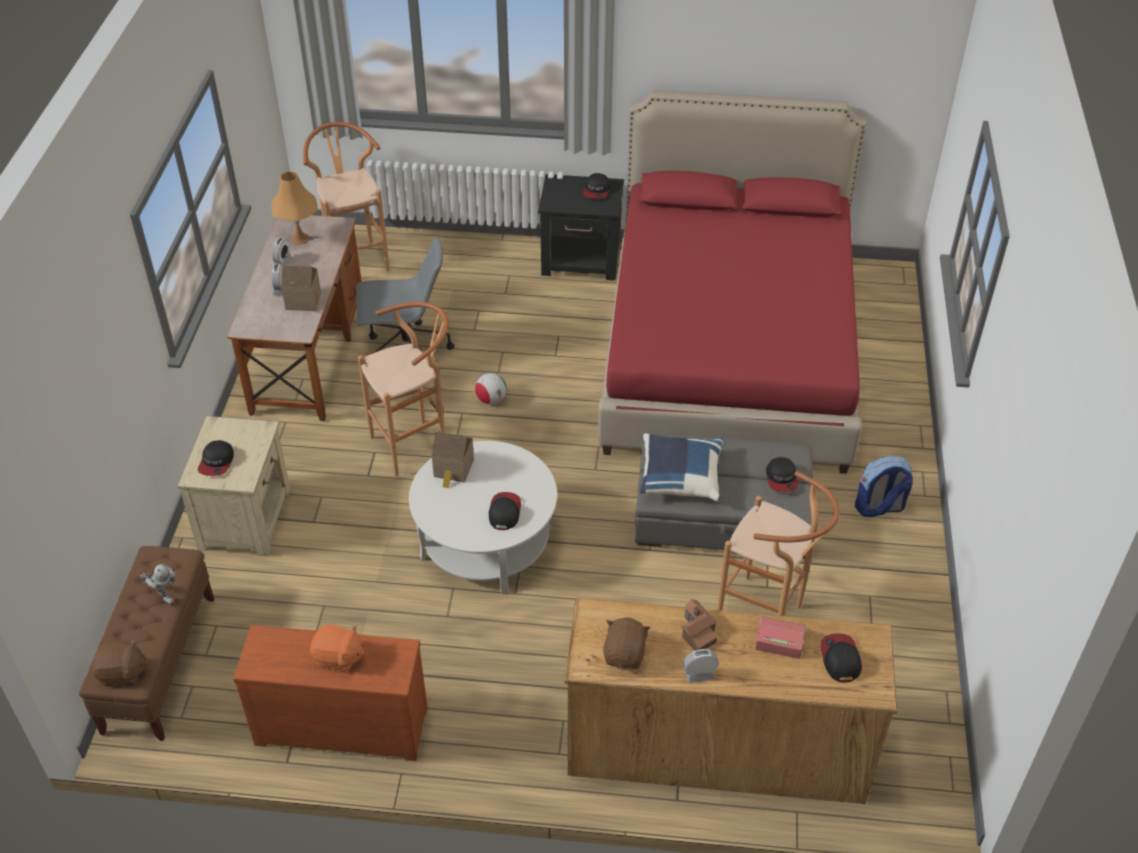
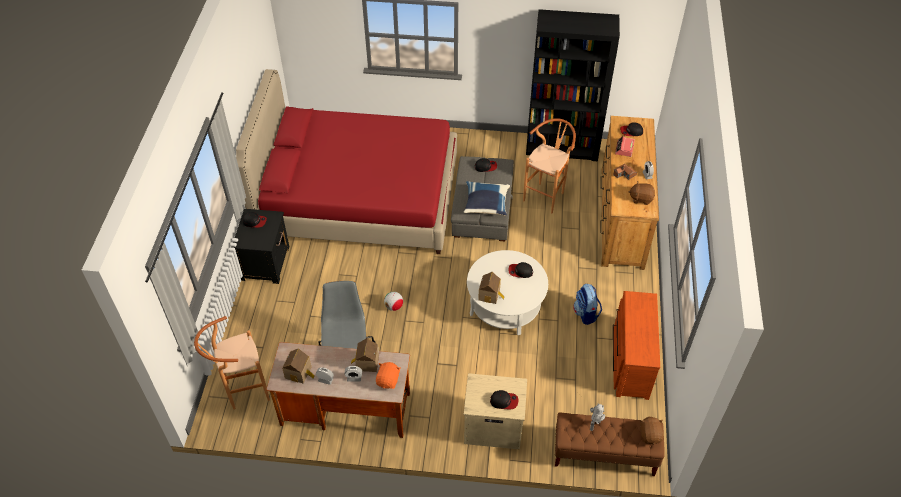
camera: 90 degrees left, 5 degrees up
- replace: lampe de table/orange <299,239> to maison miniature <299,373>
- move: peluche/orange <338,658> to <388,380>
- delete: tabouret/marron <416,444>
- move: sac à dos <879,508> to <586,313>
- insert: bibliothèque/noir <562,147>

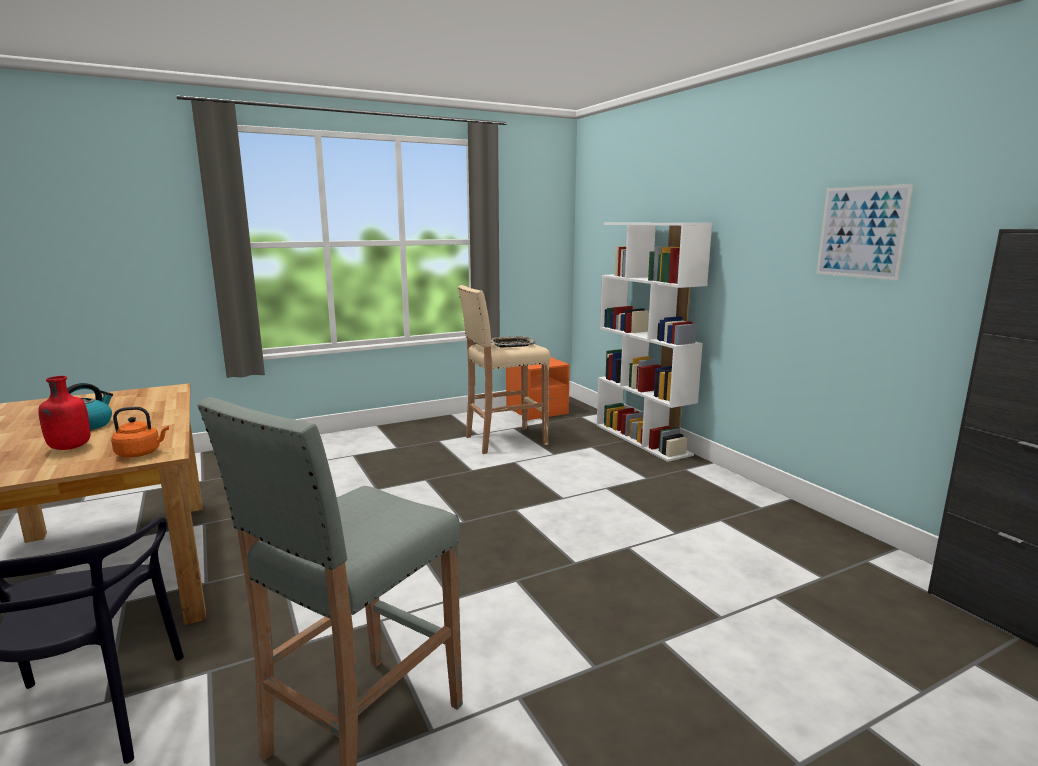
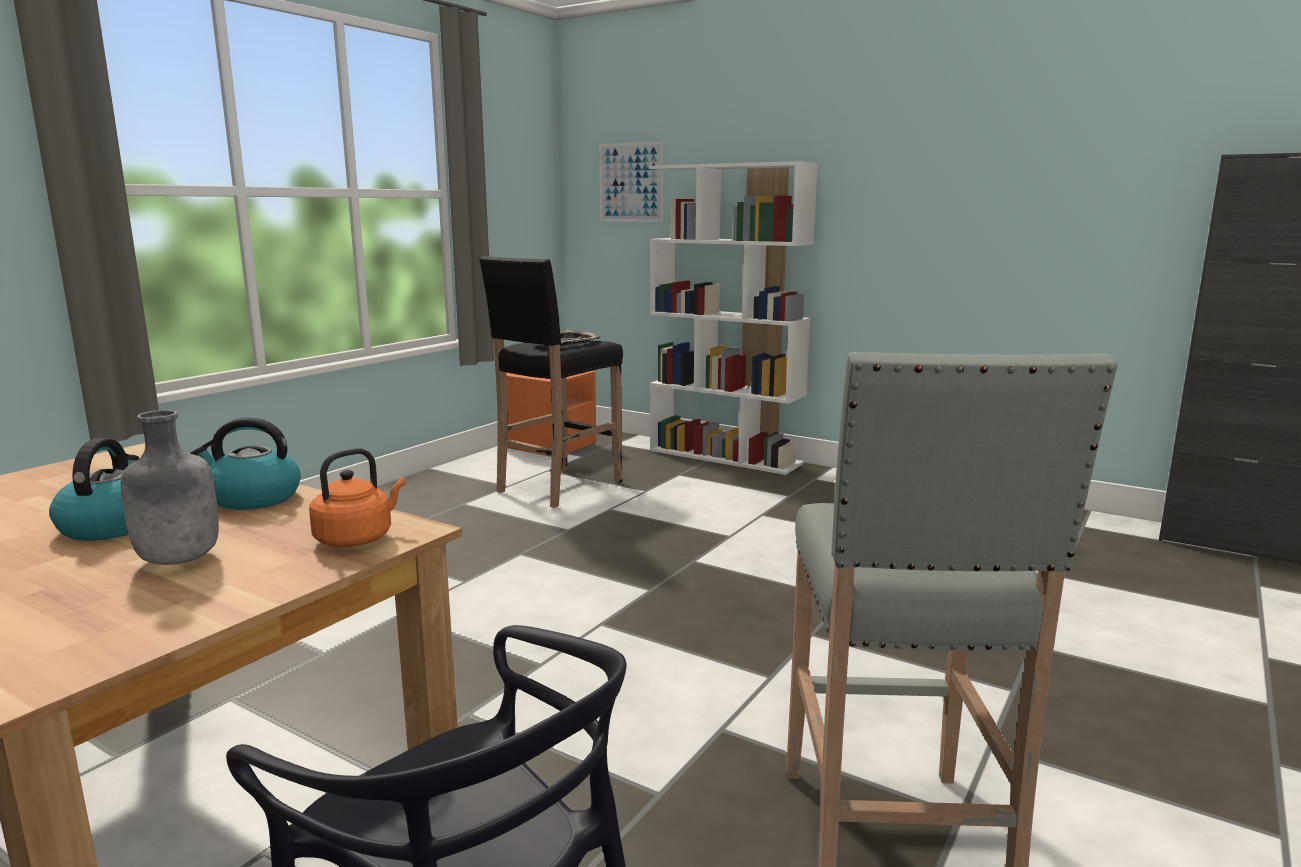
camera: 30 degrees left, 0 degrees up
- recolor: bouteille/rouge <69,448> to bouteille/gris <178,560>
- recolor: tabouret/beige <504,440> to tabouret/noir <557,487>
- move: tableau <861,232> to <631,182>
- insert: bouilloire <253,498>

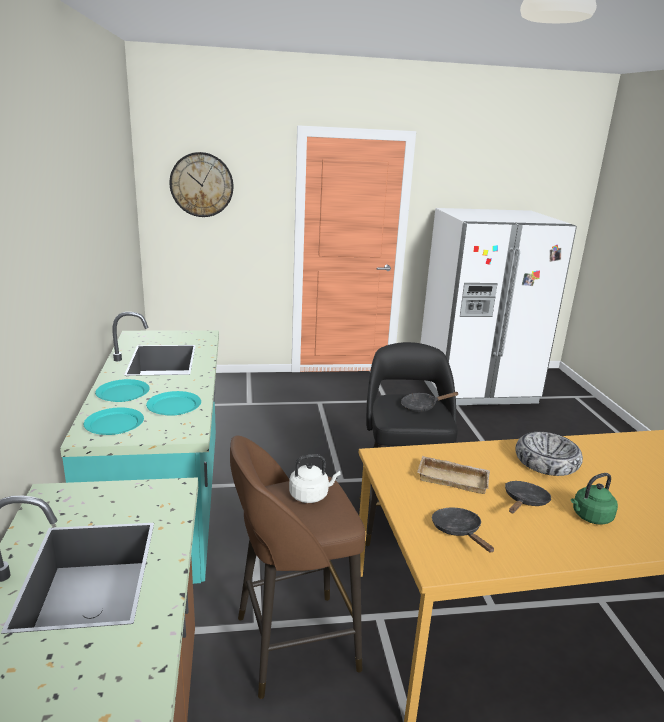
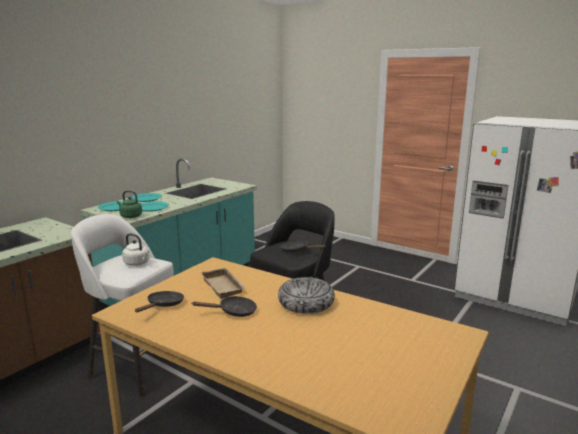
camera: 45 degrees right, 5 degrees down
- delete: horloge murale <201,185>
- recolor: tabouret/marron <292,644> to tabouret/blanc <136,367>
- move: bouilloire/vert <590,517> to <130,216>

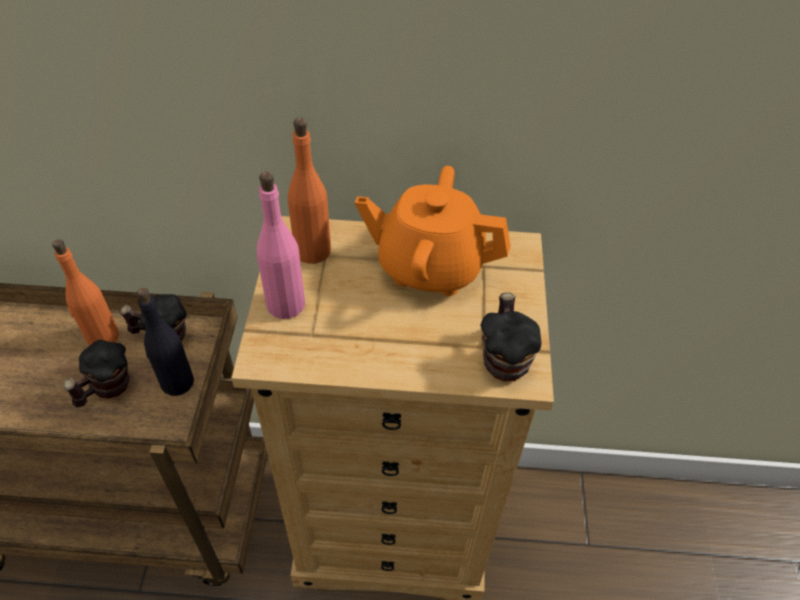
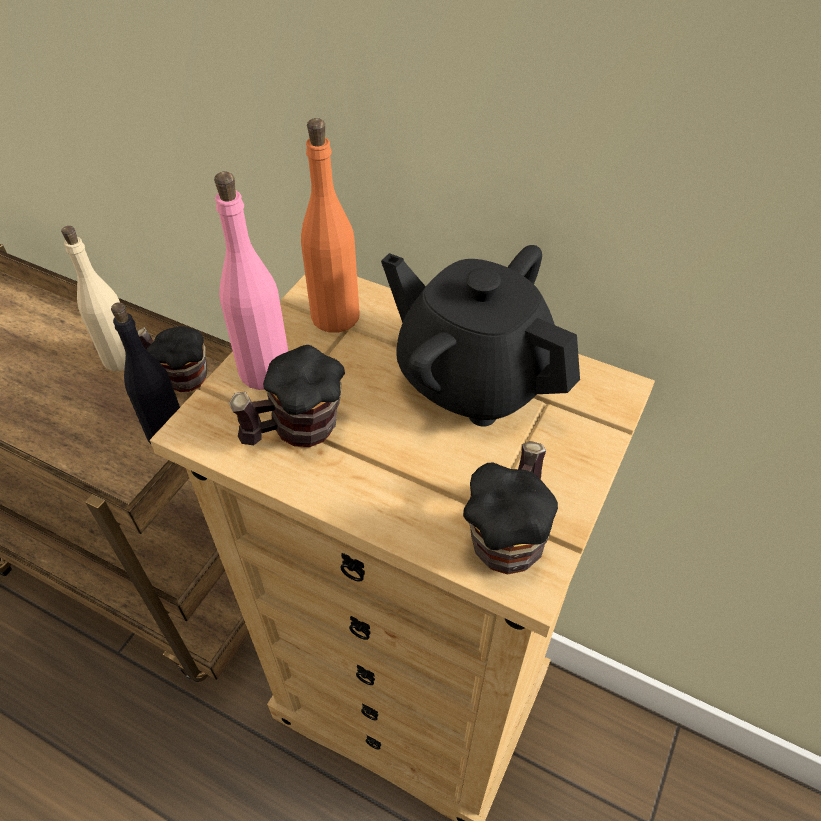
camera: 25 degrees right, 0 degrees up
- recolor: bouteille/orange <102,337> to bouteille/beige <120,358>
- move: mug <106,389> to <296,431>
- recolor: théière/orange <429,266> to théière/noir <472,379>

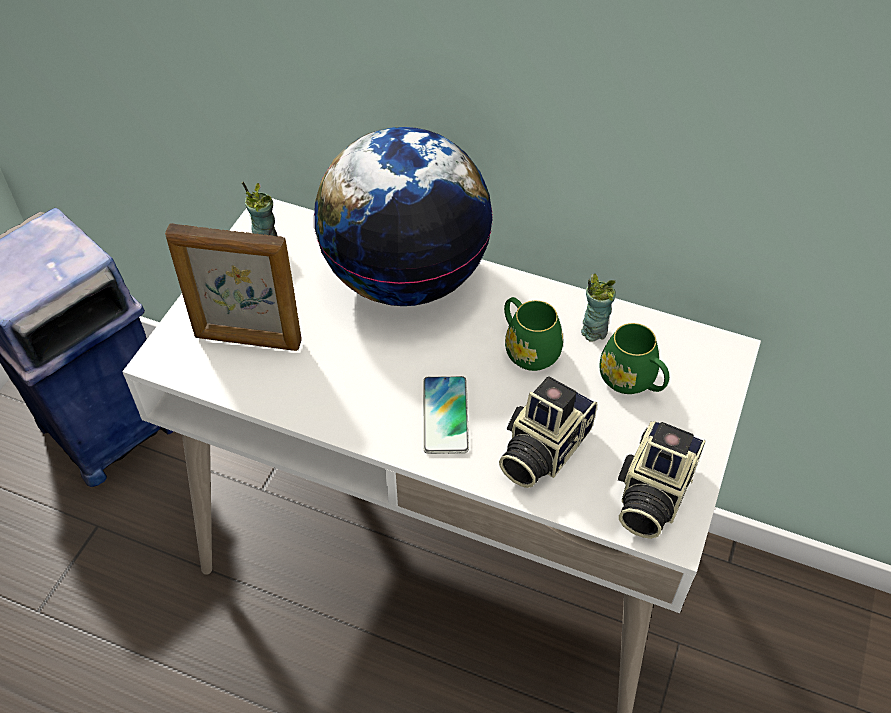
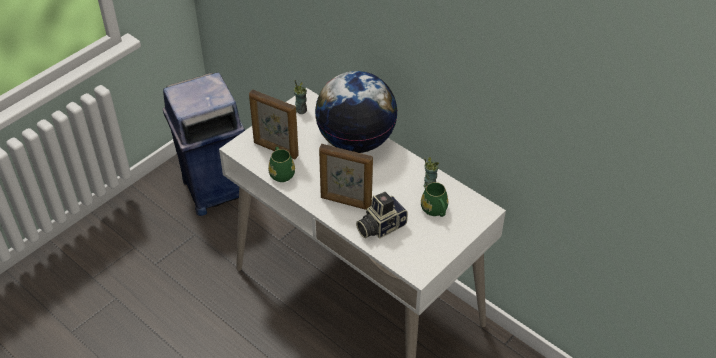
camera: 20 degrees right, 5 degrees down
- replace: téléphone <445,415> to cadre photo <345,202>
- move: mug/vert <527,349> to <281,172>
- delete: appareil photo <651,494>

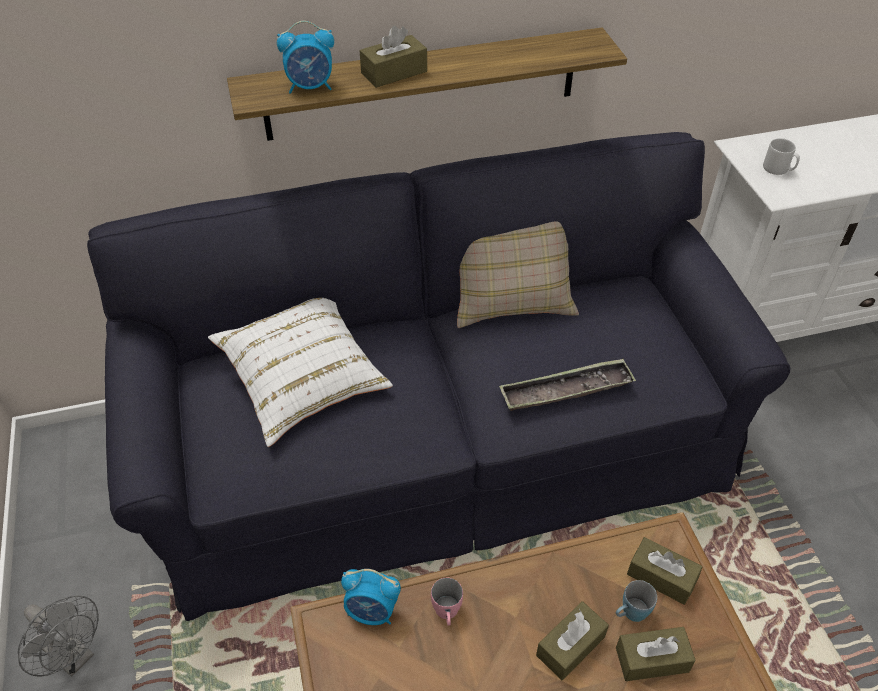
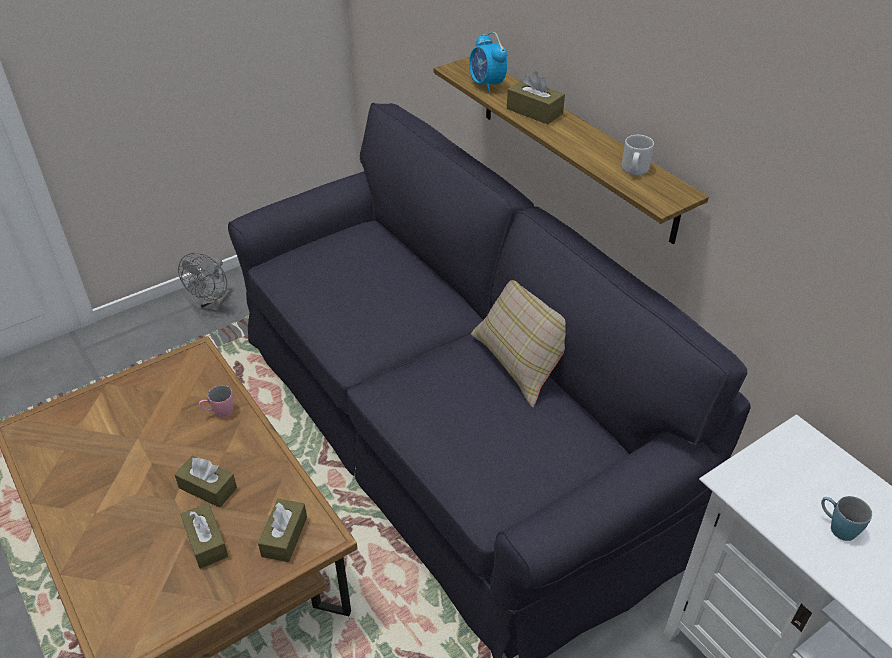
camera: 70 degrees right, 5 degrees down
- delete: coussin/blanc <303,381>
- delete: réveil <372,611>
- delete: plateau <566,390>
- move: mug/bleu <630,614> to <836,527>
- move: mug/gris <778,169> to <634,170>

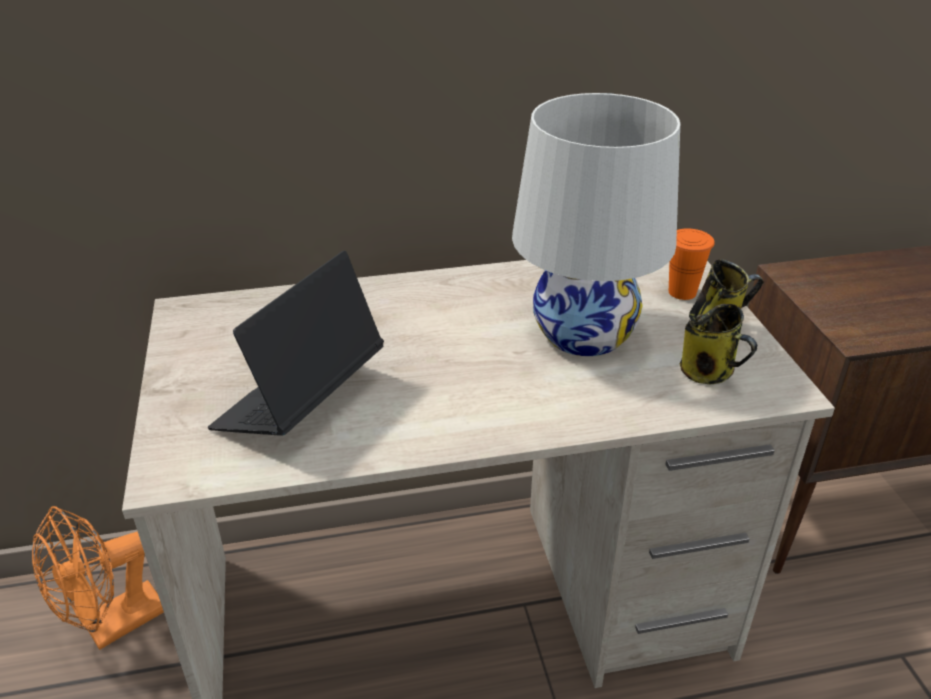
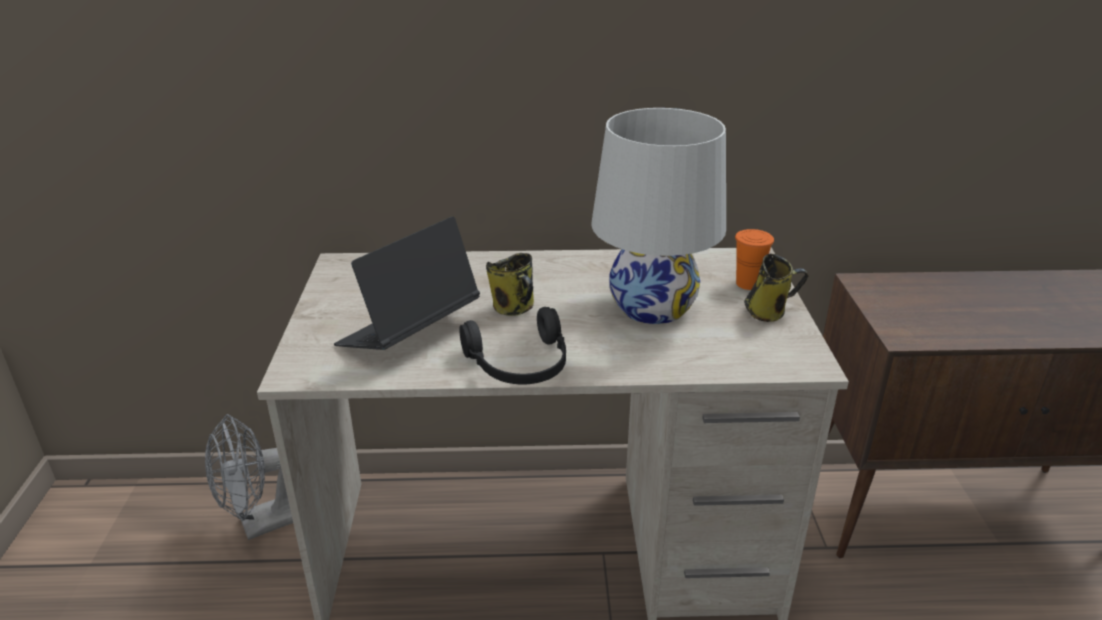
camera: 10 degrees right, 5 degrees down
- recolor: ventilateur/orange <113,626> to ventilateur/gris <263,524>
- move: mug <709,373> to <514,308>
- insert: casque audio/noir <520,365>

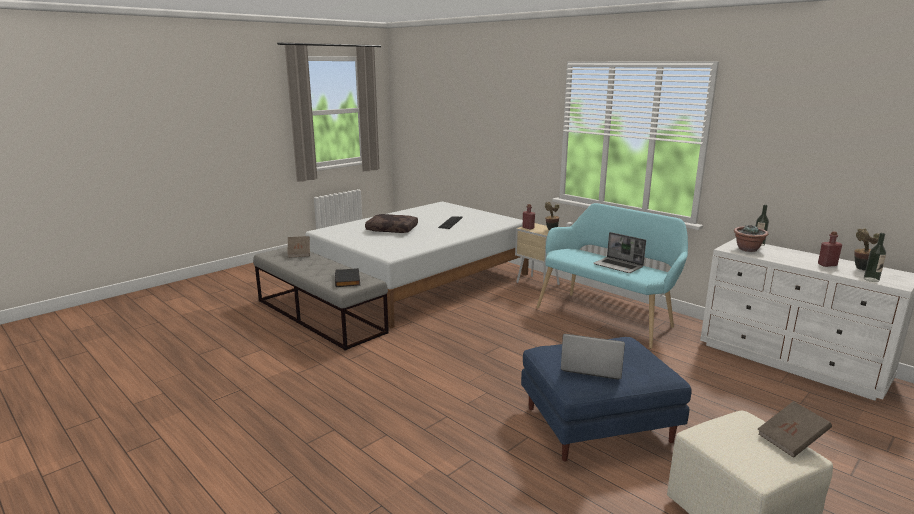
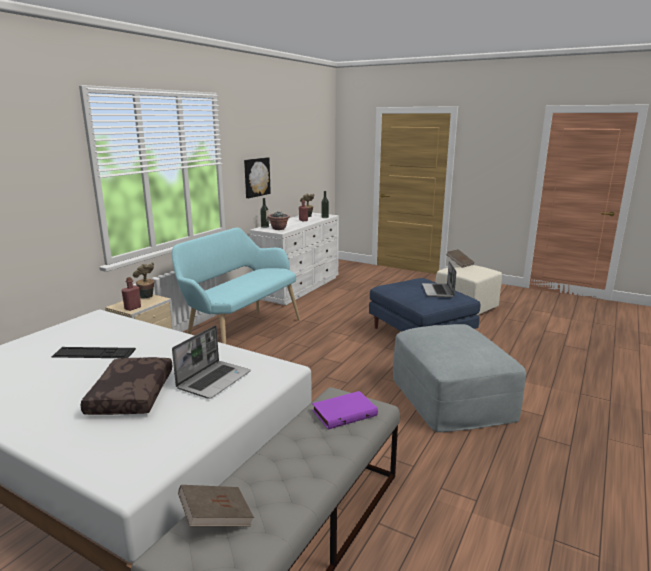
camera: 105 degrees left, 0 degrees up
- recolor: livre/noir <348,280> to livre/violet <344,412>
- move: ordinateur portable <618,266> to <214,380>
- insert: tableau <256,177>
- insert: pouf/gris <451,397>

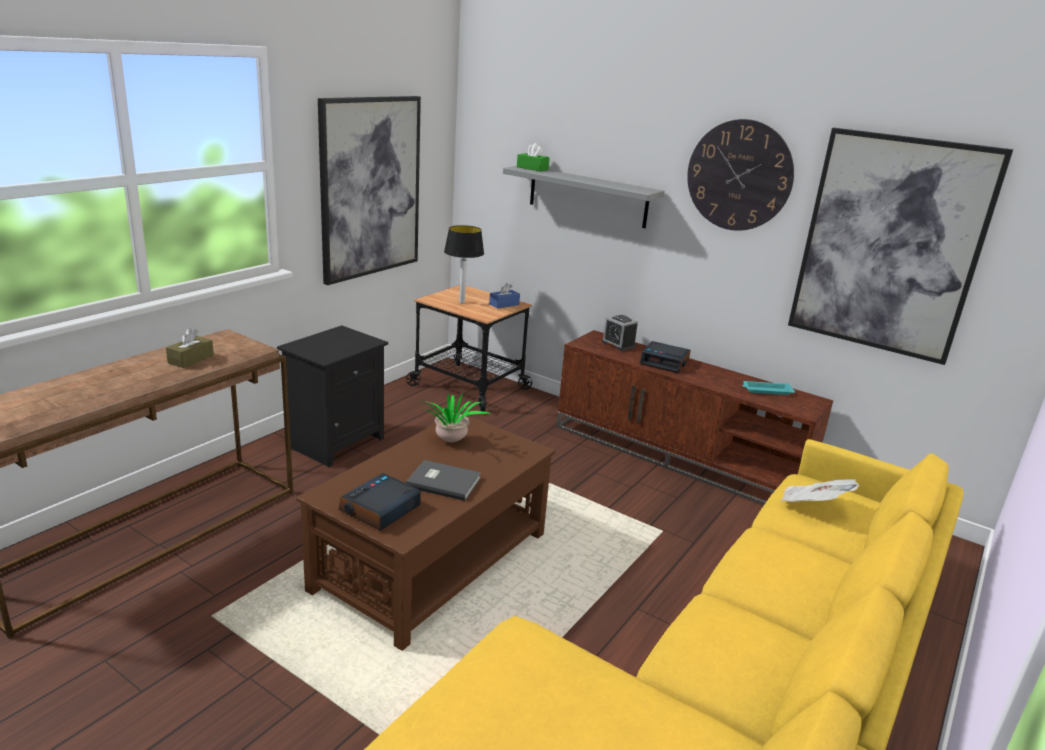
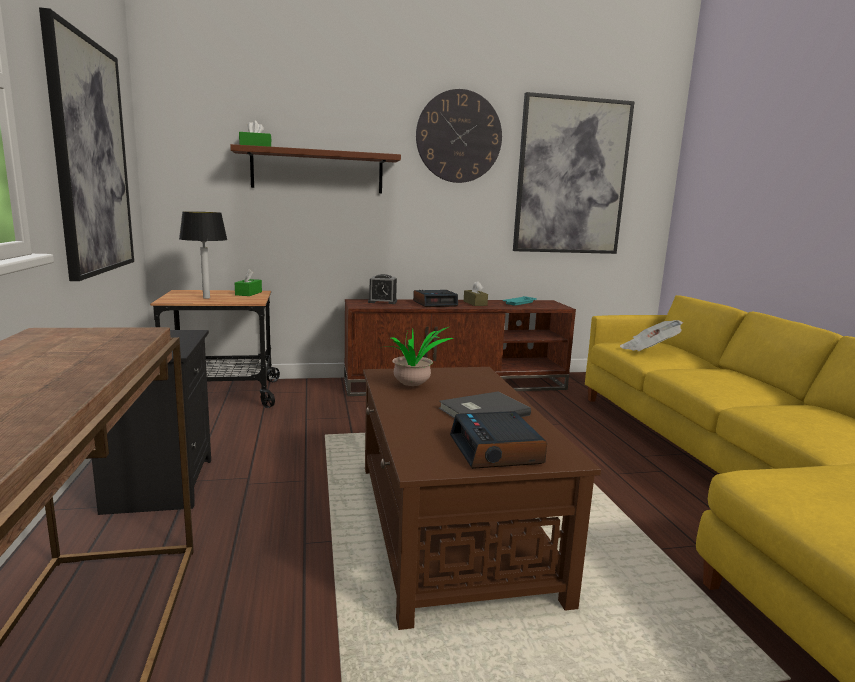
camera: 45 degrees left, 10 degrees down
- move: boîte à mouchoirs/marron <191,359> to <475,303>
- recolor: boîte à mouchoirs/bleu <504,304> to boîte à mouchoirs/vert <248,293>
- recolor: étagère/gris <587,196> to étagère/marron <317,171>

